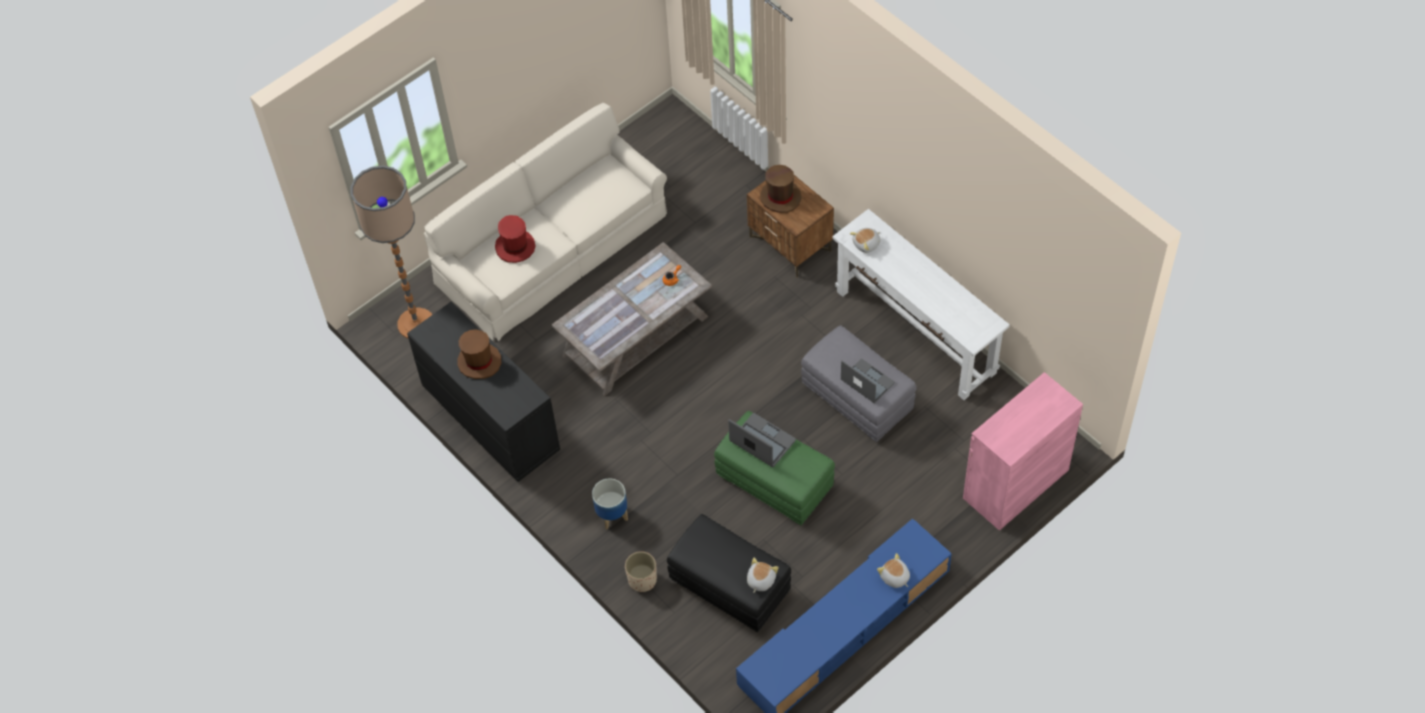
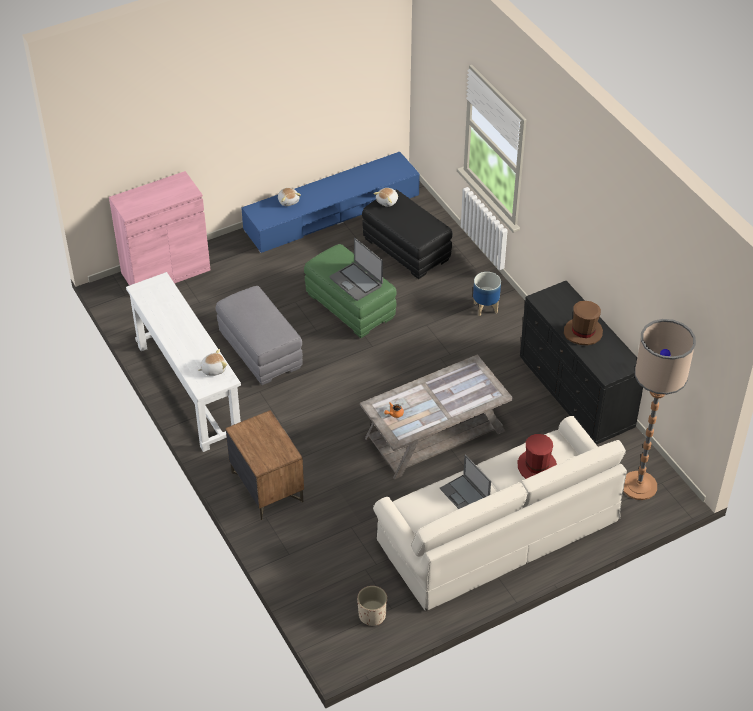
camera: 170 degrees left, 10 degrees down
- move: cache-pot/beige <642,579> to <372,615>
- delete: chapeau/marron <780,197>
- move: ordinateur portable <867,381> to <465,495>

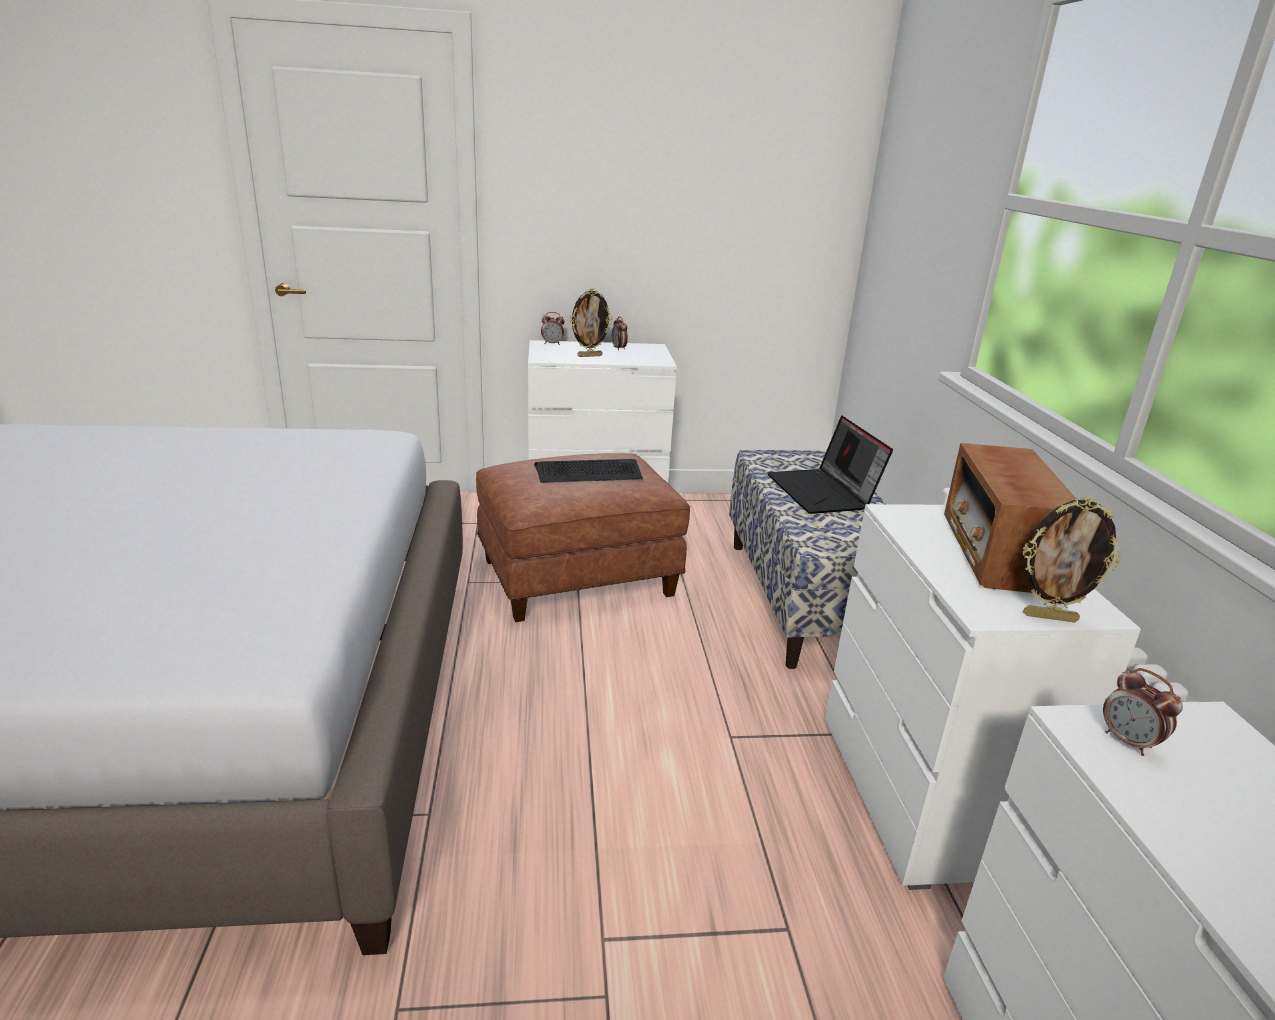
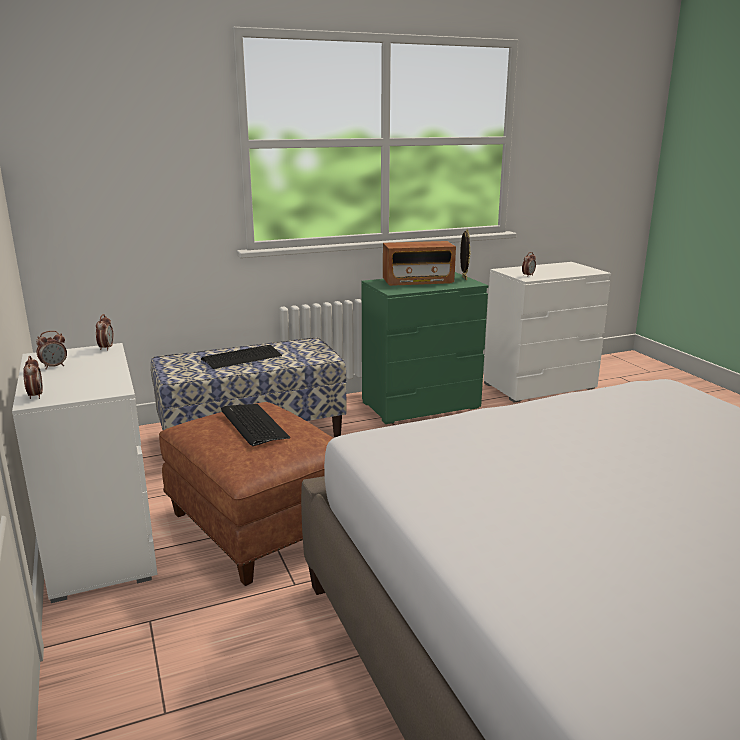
camera: 105 degrees left, 5 degrees down
- delete: cadre photo <589,356>
- replace: ordinateur portable <823,492> to clavier <242,358>
- recolor: commode/blanc <923,796> to commode/vert <421,405>
- insert: réveil <106,348>

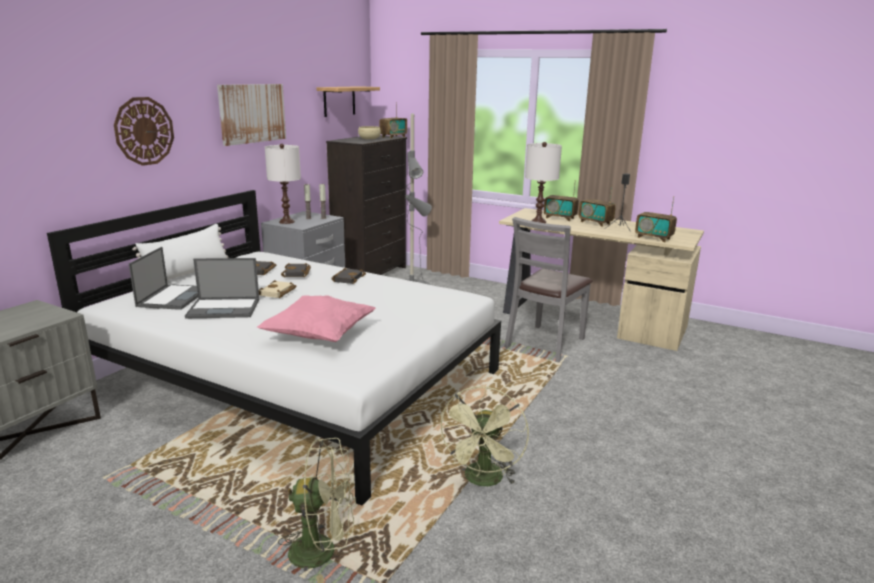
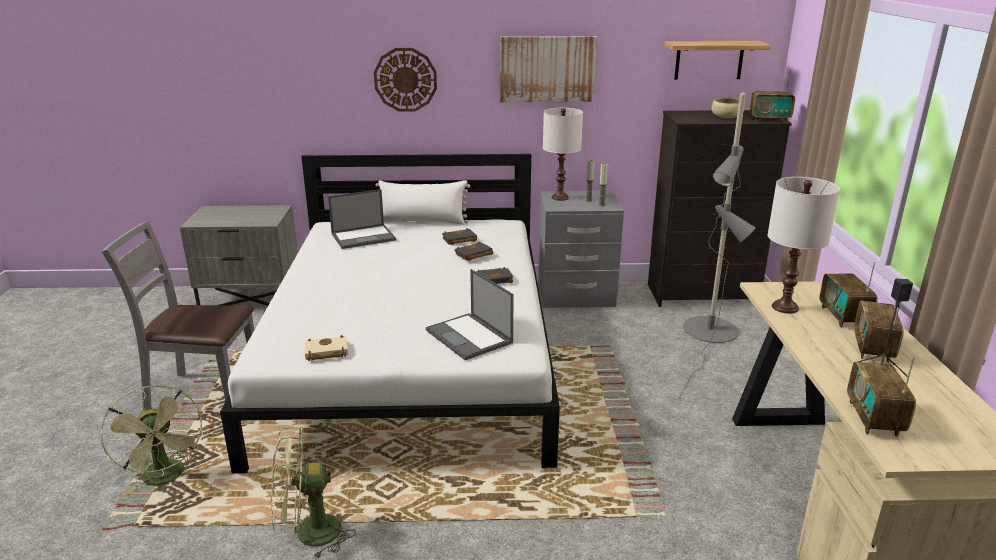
camera: 60 degrees right, 5 degrees up
- move: ordinateur portable <225,308> to <470,337>
- delete: coussin/rose <319,336>
- move: livre/beige <278,293> to <325,353>
- move: chaise/gris <545,343> to <203,395>

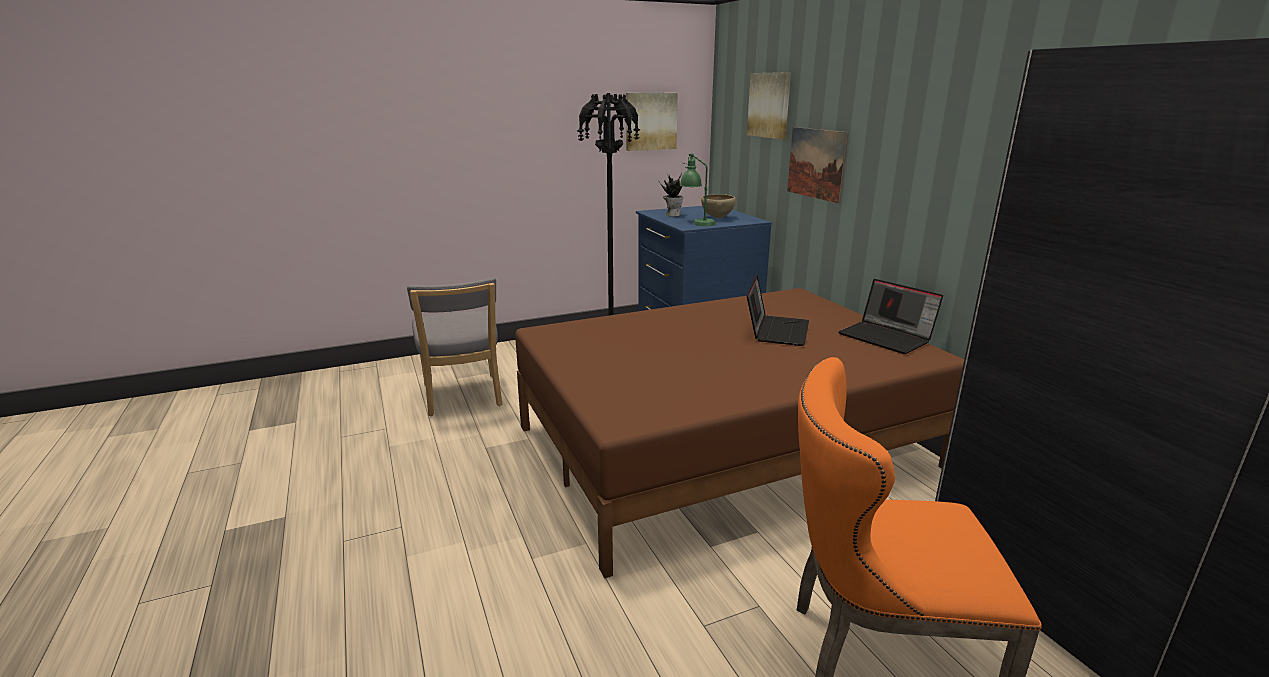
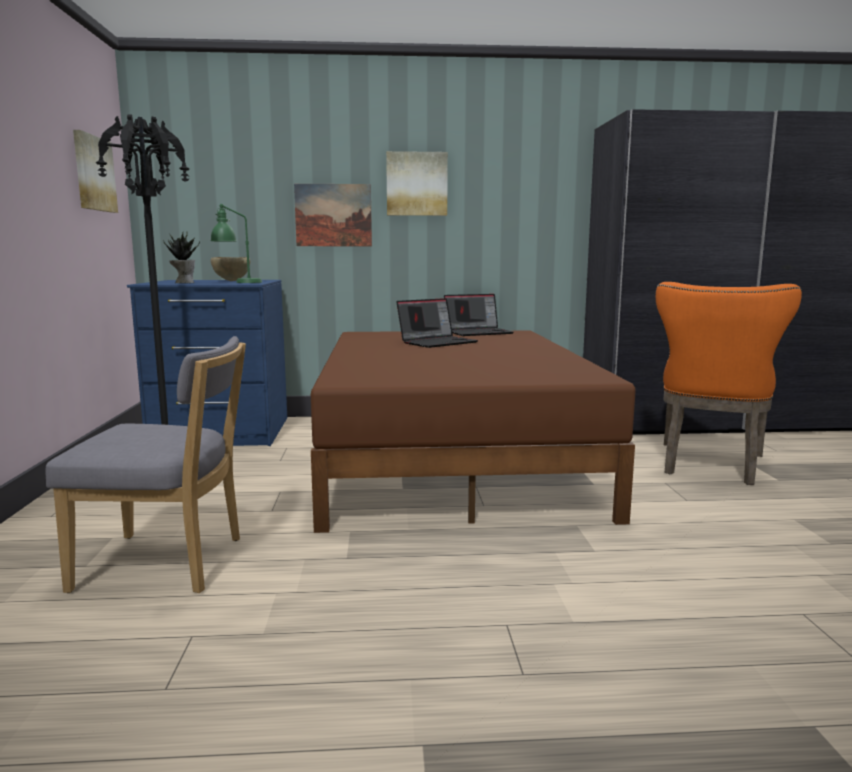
camera: 70 degrees left, 10 degrees down
- move: tableau <770,105> to <416,184>
- rotate: ordinateur portable <776,330> = <437,342> 105 degrees clockwise

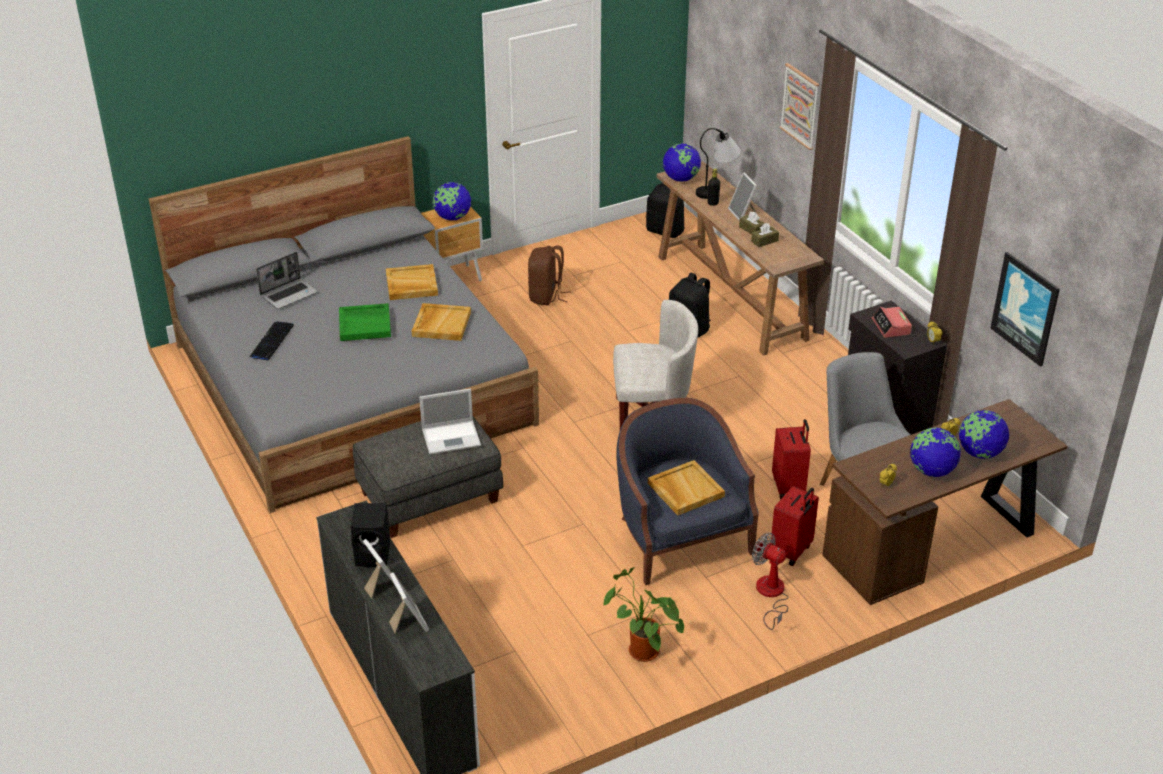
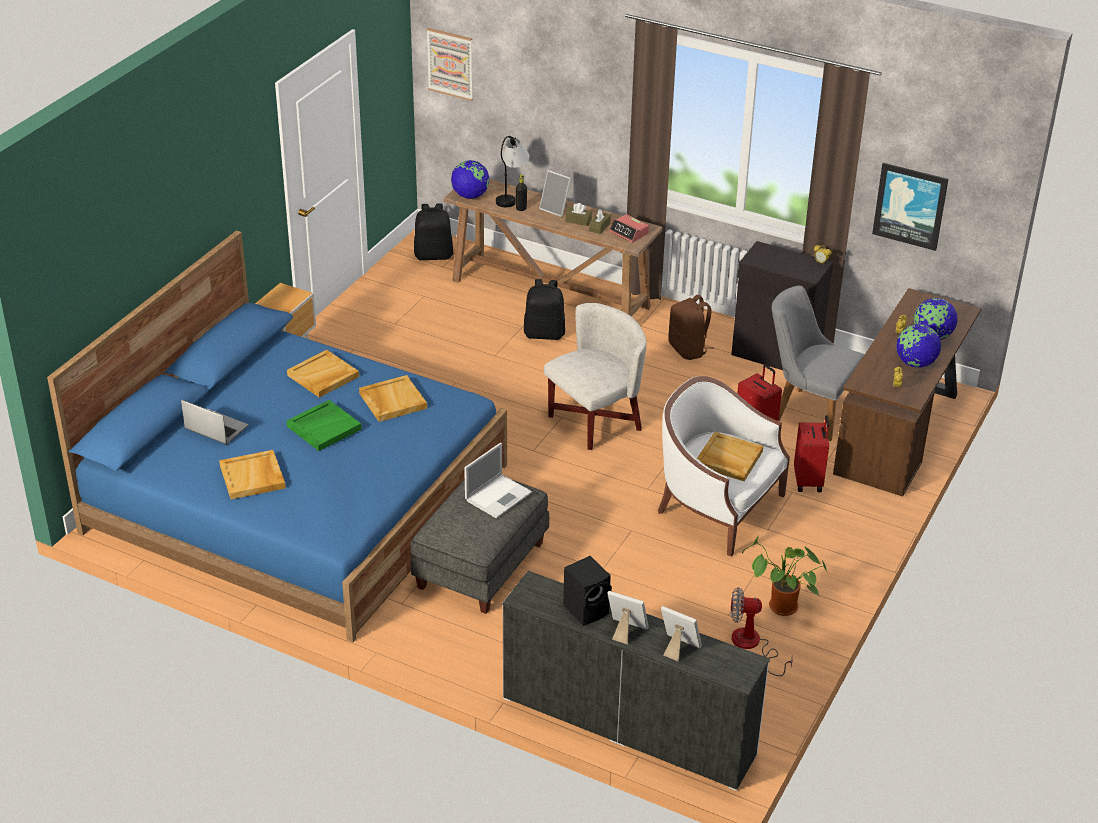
camera: 35 degrees left, 0 degrees up
- recolor: lit/gris <352,383> to lit/bleu <297,497>
- replace: clavier <271,341> to plateau/beige <253,477>
- rotate: ordinateur portable <289,294> = <215,428> 75 degrees counterclockwise
- delete: globe <452,218>
- move: sac à dos/marron <546,296> to <688,350>
- recolor: fauteuil/bleu <679,538> to fauteuil/blanc <717,508>
- move: ventilateur <770,595> to <752,645>
- move: tableau <800,106> to <450,63>
- move: réveil <891,327> to <629,233>

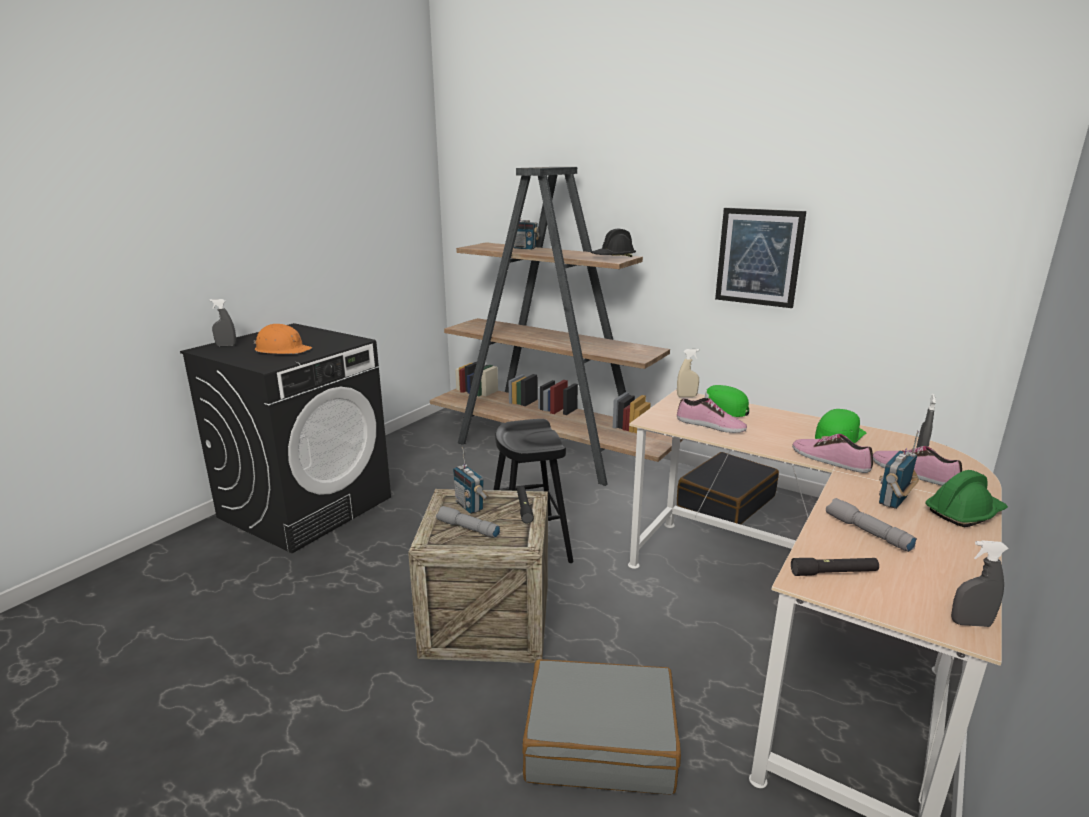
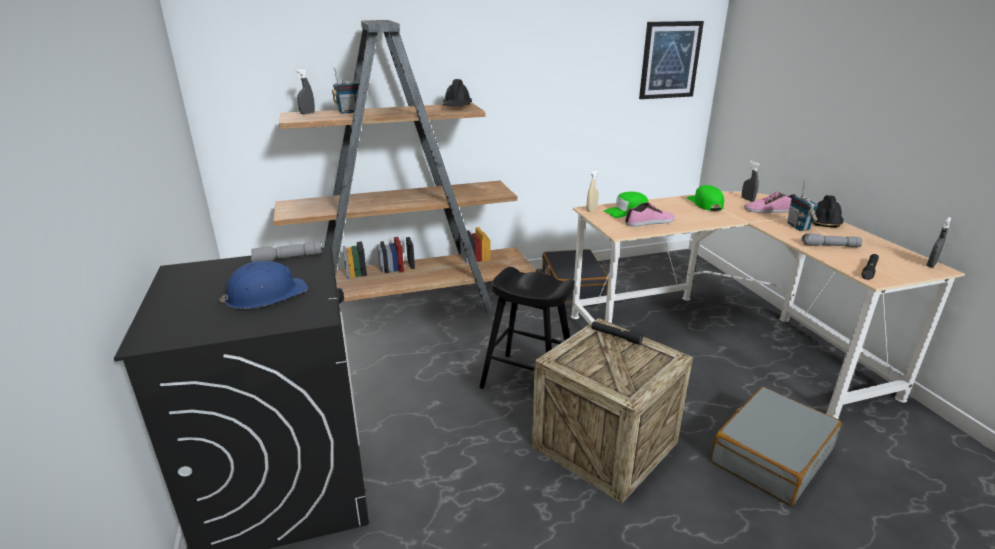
camera: 50 degrees left, 5 degrees up
- move: vaporisateur/gris <226,346> to <307,113>
- recolor: casque de chantier/orange <282,349> to casque de chantier/bleu <265,295>
- move: lampe de poche/gris <467,529> to <287,258>
- delete: radio <470,506>
- move: tableau <759,257> to <670,60>
- delete: chaussure <830,460>
- recolor: casque de chantier/vert <964,513> to casque de chantier/noir <823,221>

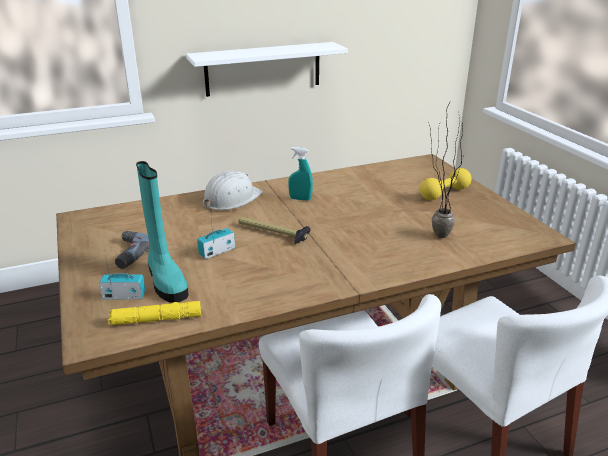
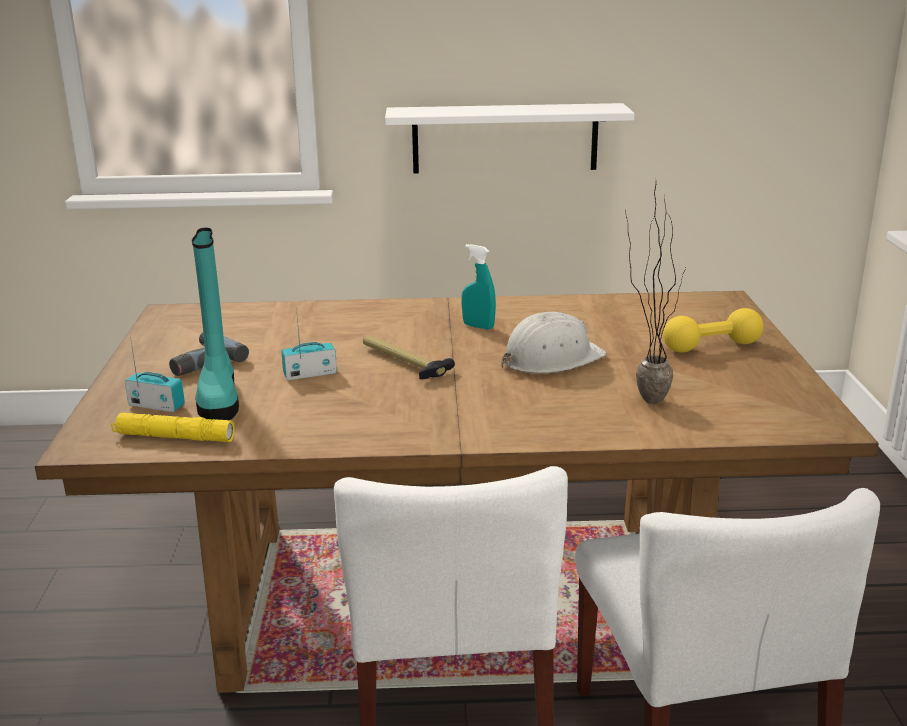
camera: 20 degrees right, 5 degrees down
- move: casque de chantier/blanc <231,199> to <551,359>

